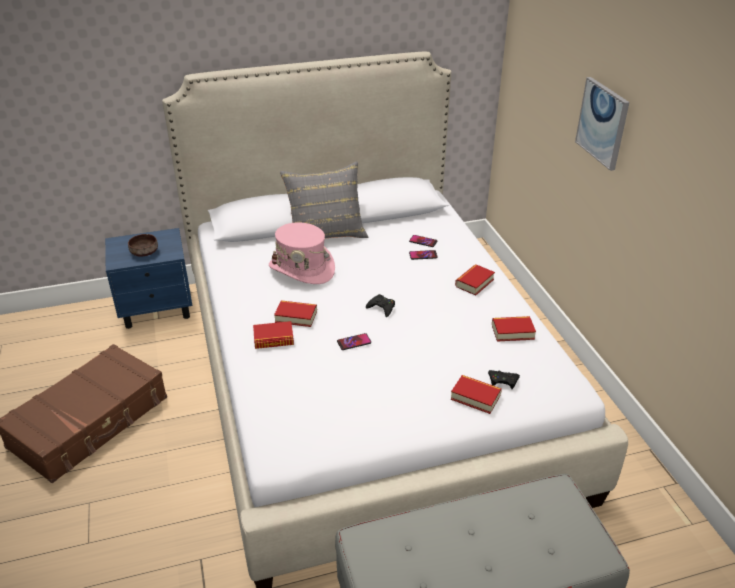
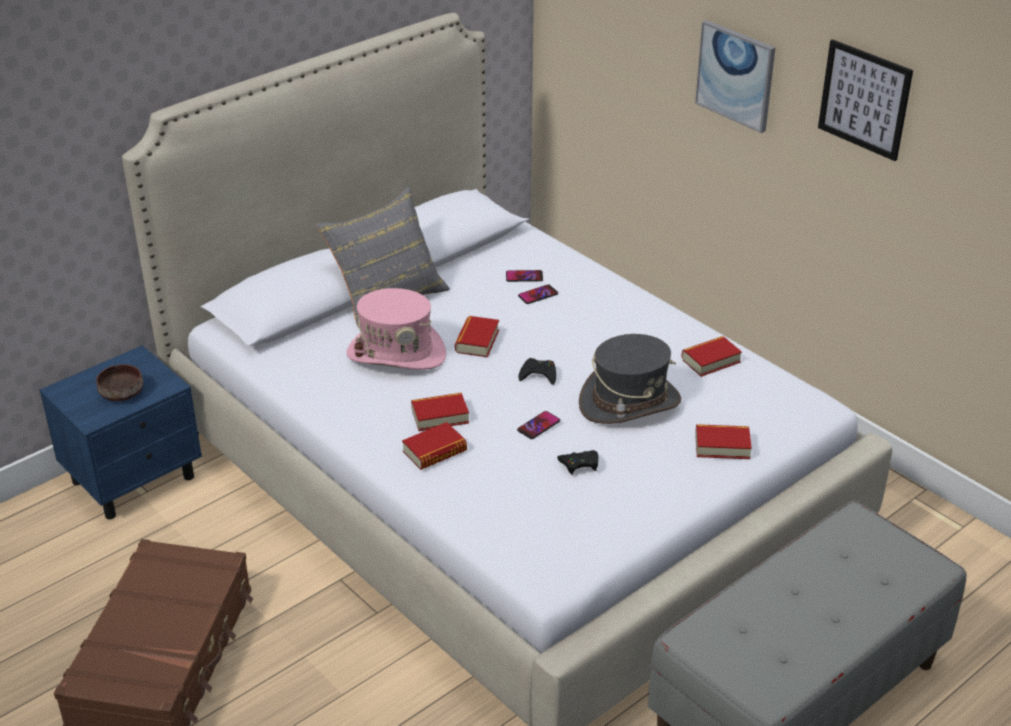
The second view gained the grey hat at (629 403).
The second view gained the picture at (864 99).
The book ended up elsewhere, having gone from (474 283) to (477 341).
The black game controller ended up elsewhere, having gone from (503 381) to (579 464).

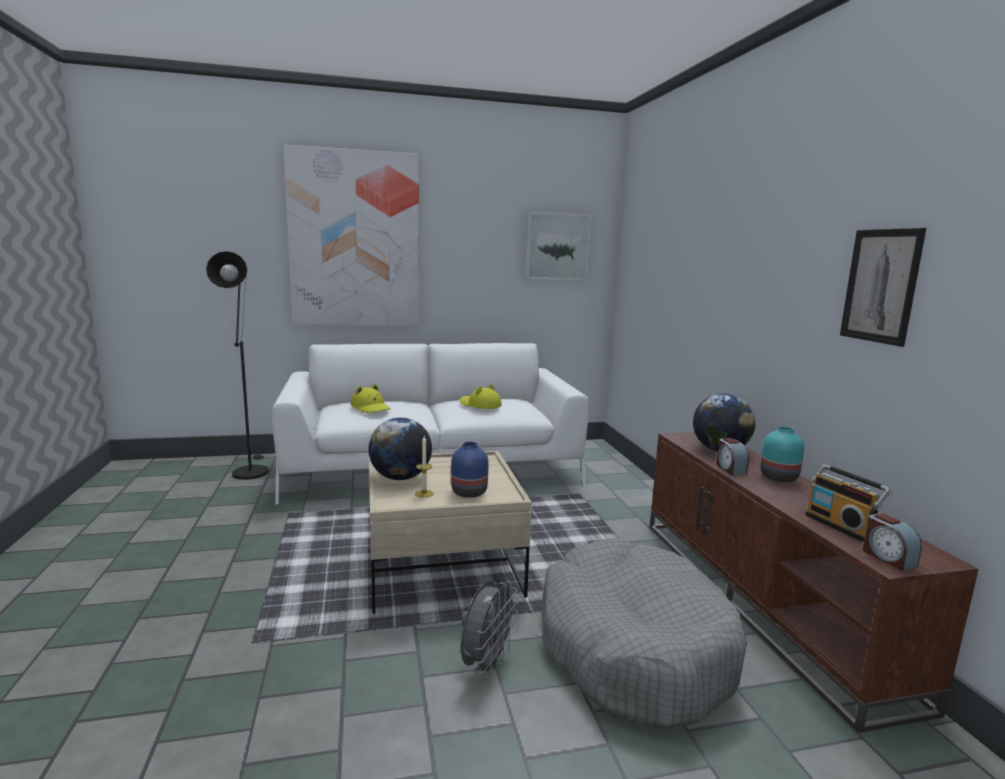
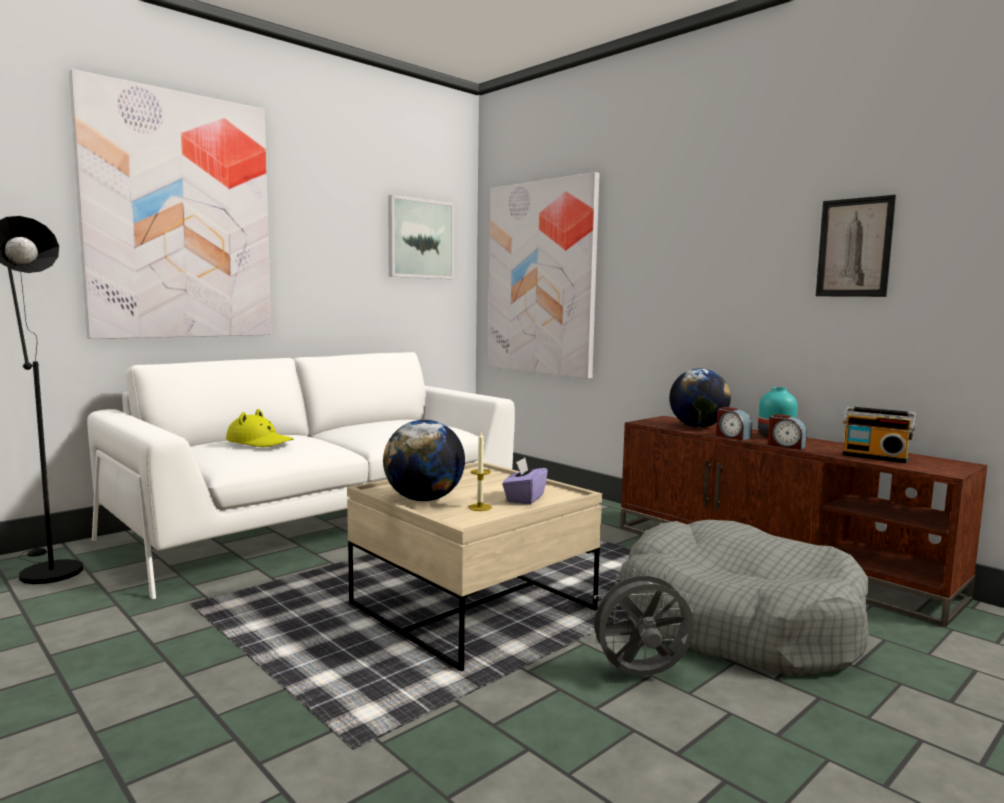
The second view lost the yellow hat at (480 405).
The second view gained the picture at (541 278).
The alarm clock ended up elsewhere, having gone from (887 558) to (785 445).
Where the blue vase stood at (469 493), the purple tissue box came to stand at (524 498).
The grey fan at (486 664) ended up facing another way, 90 degrees counterclockwise from before.

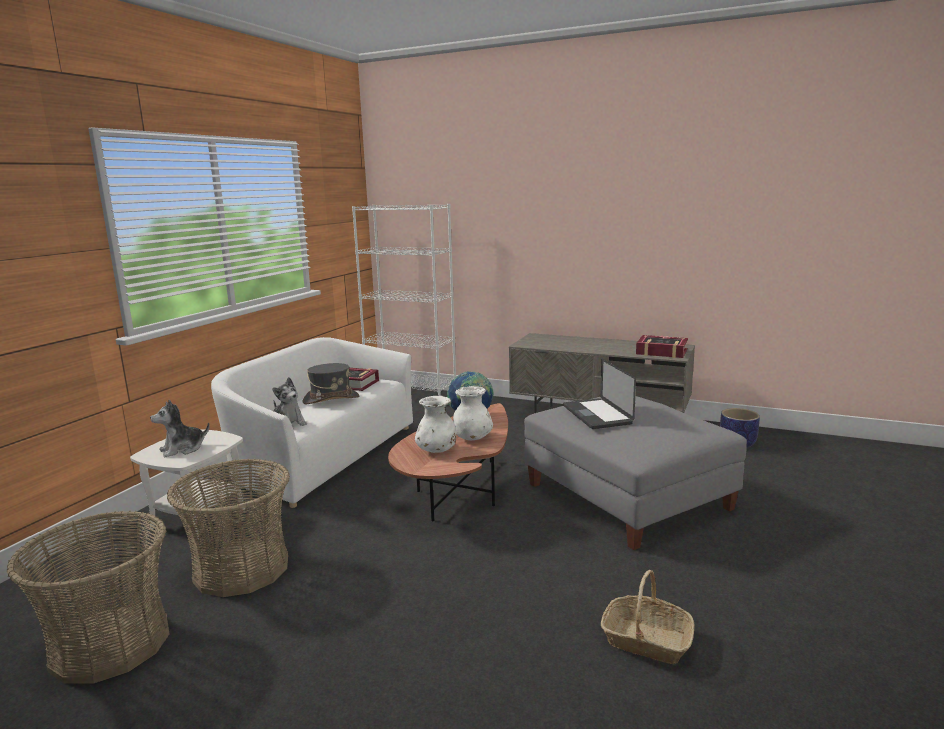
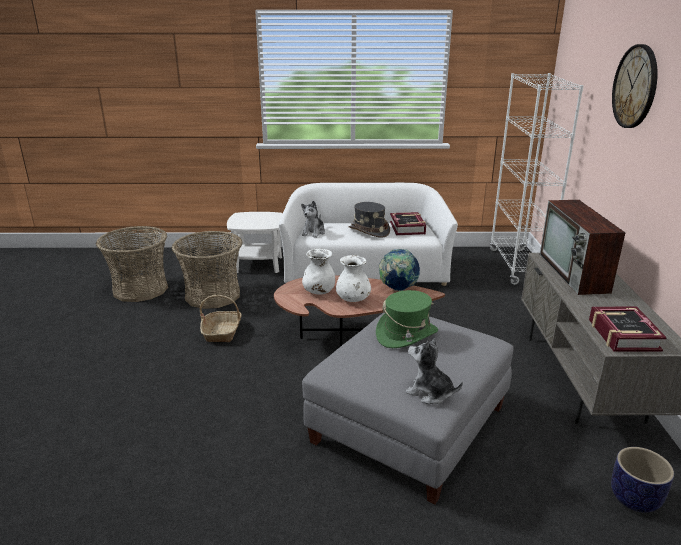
The second view gained the television at (574 273).
The second view gained the wall clock at (635 87).
The plush toy ended up elsewhere, having gone from (182 449) to (430 393).
The basket ended up elsewhere, having gone from (646 640) to (222 332).
Where the laptop stood at (597 415), the green hat came to stand at (406 334).

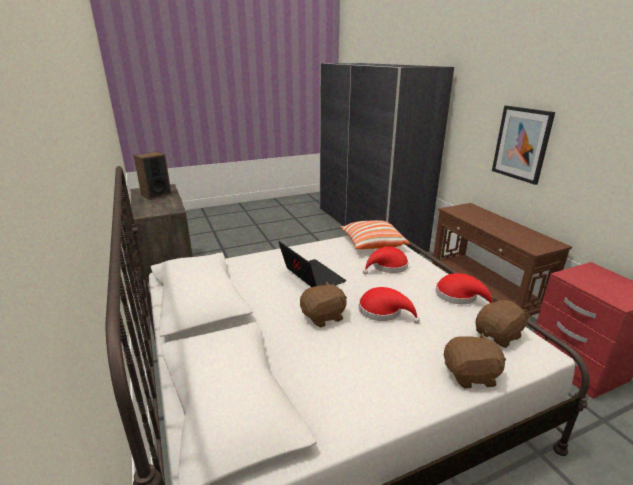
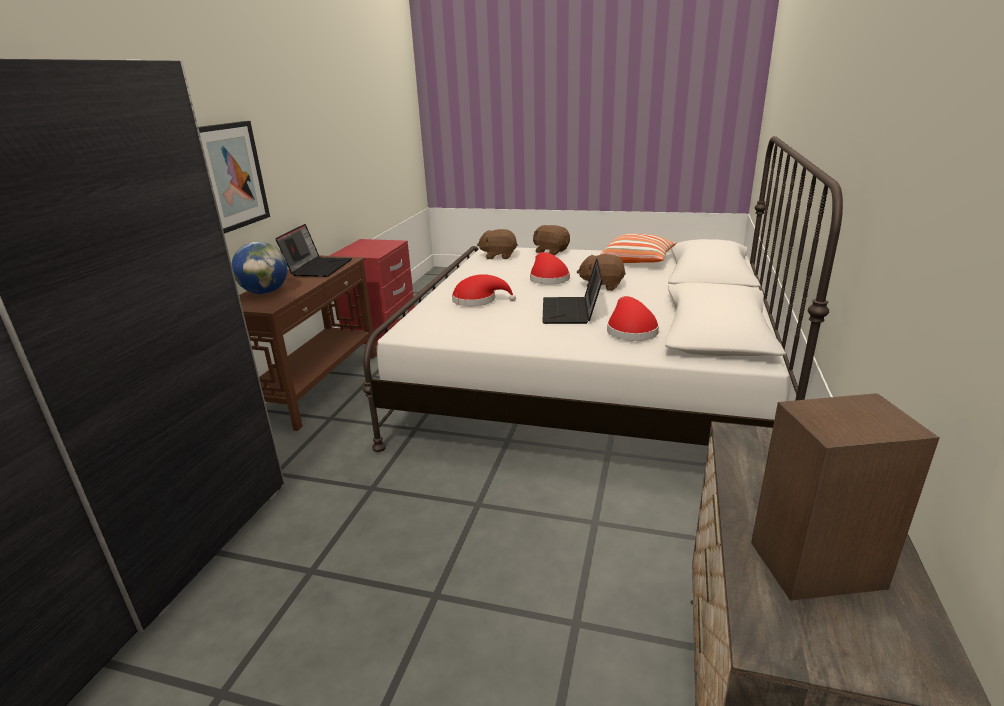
The second view gained the globe at (265 292).
The second view gained the laptop at (318 267).
The pillow ended up elsewhere, having gone from (372 244) to (638 260).
The red hat ended up elsewhere, having gone from (459 296) to (630 330).

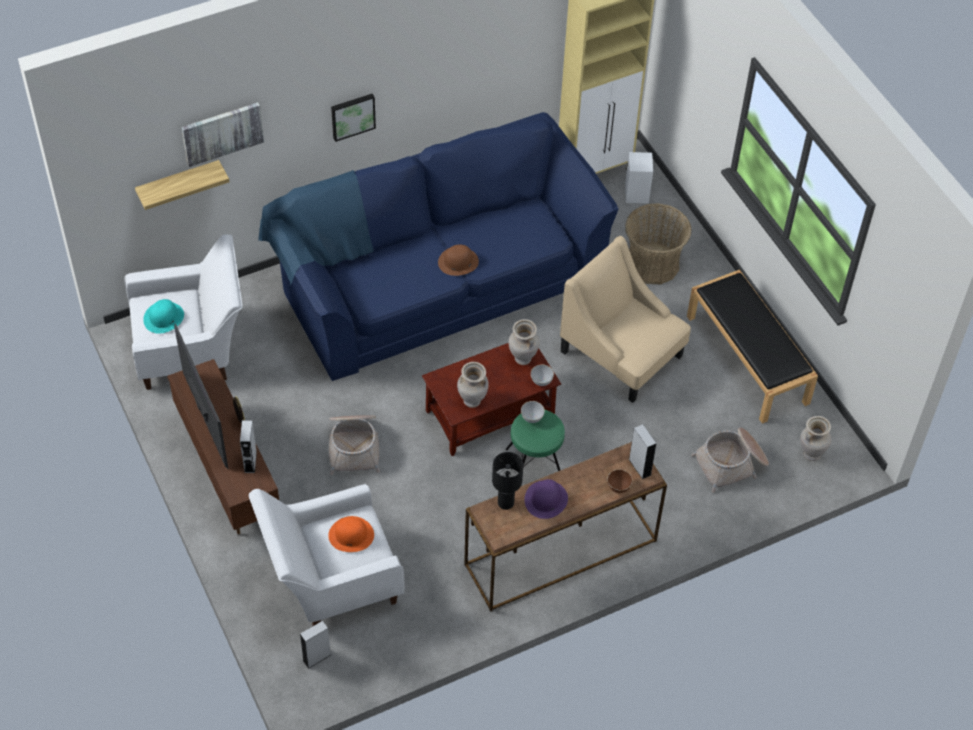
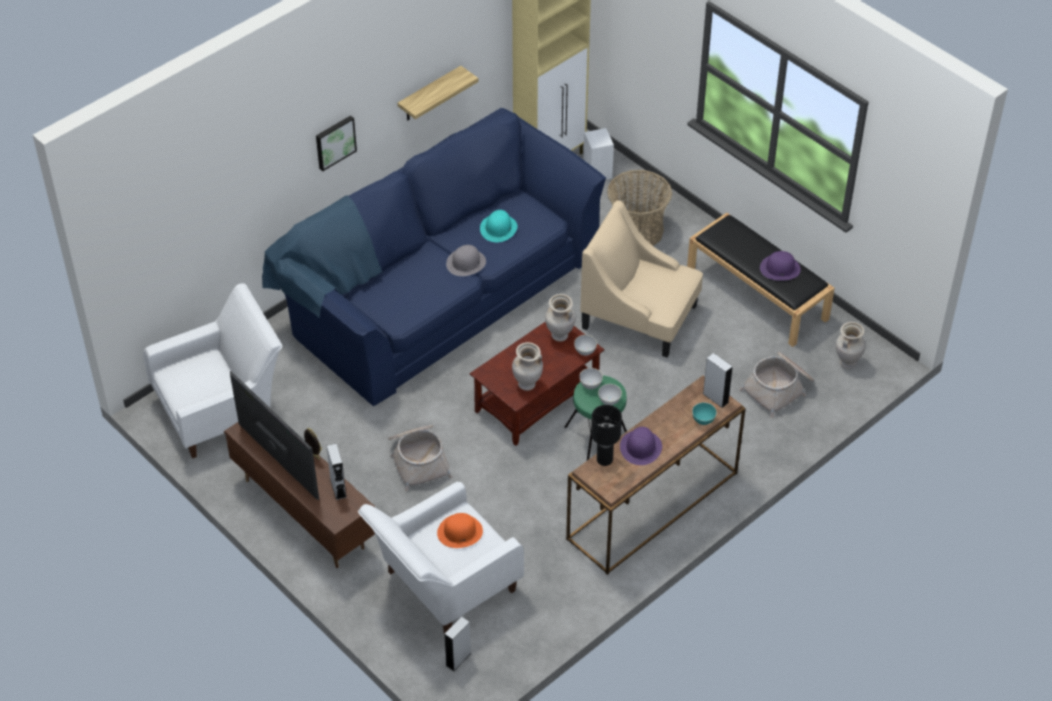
The second view lost the picture at (222 133).
The second view gained the grey bowl at (609 401).
The second view gained the purple hat at (780 268).
The shelf ended up elsewhere, having gone from (178 184) to (429 95).
The turquoise hat ended up elsewhere, having gone from (163 317) to (498 228).
What was the brown hat at (458 262) turned into the grey hat at (466 263).
What was the brown bowl at (618 487) turned into the turquoise bowl at (703 420).

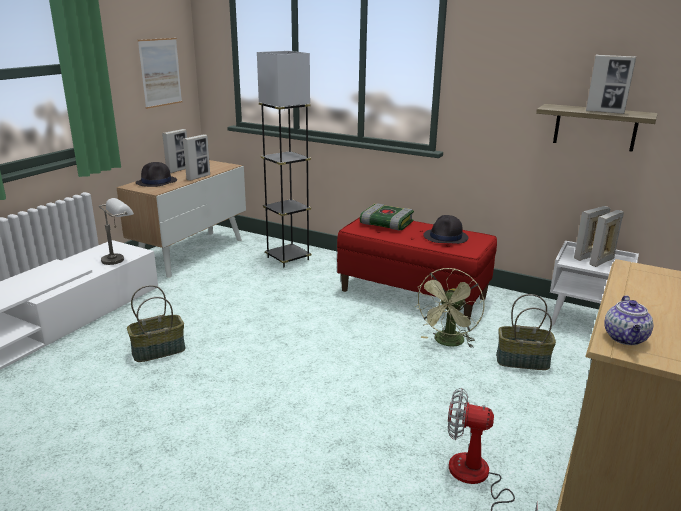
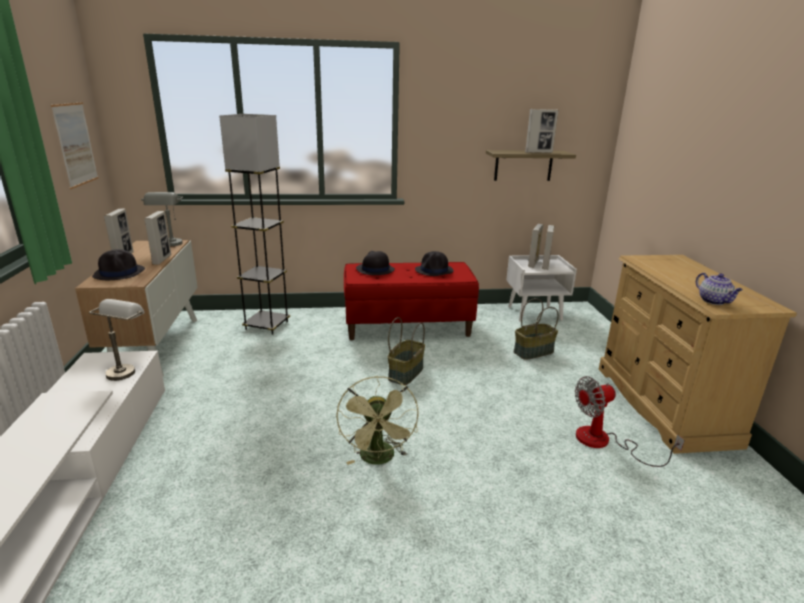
The second view gained the grey table lamp at (171 245).
The basket ended up elsewhere, having gone from (159 350) to (405 373).
The green fan ended up elsewhere, having gone from (448 343) to (379 459).
Where the book stood at (385 223), the black hat came to stand at (375 269).

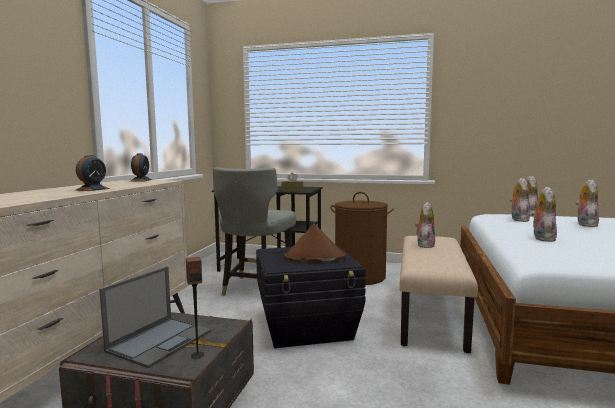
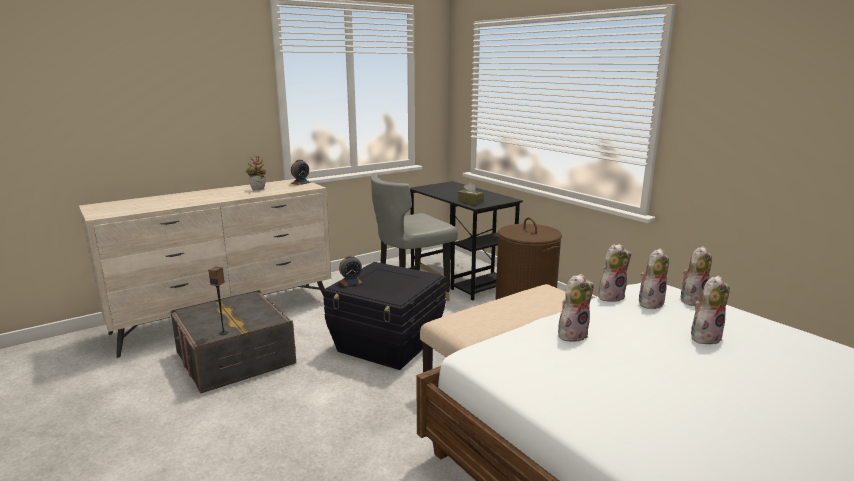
The second view lost the laptop at (160 341).
The second view lost the brown hat at (314 257).
The second view gained the potted plant at (258 190).
The alarm clock ended up elsewhere, having gone from (92 189) to (351 282).
The plush toy ended up elsewhere, having gone from (424 245) to (611 296).

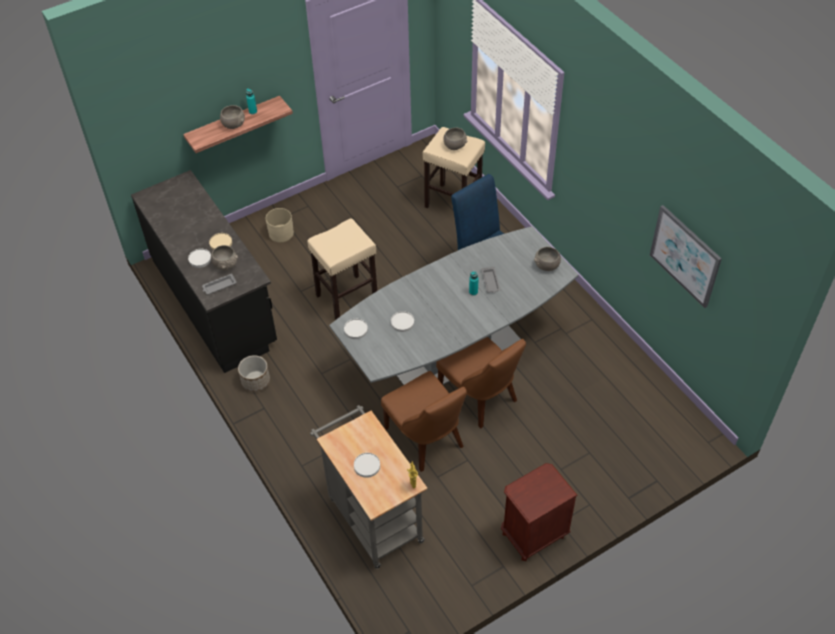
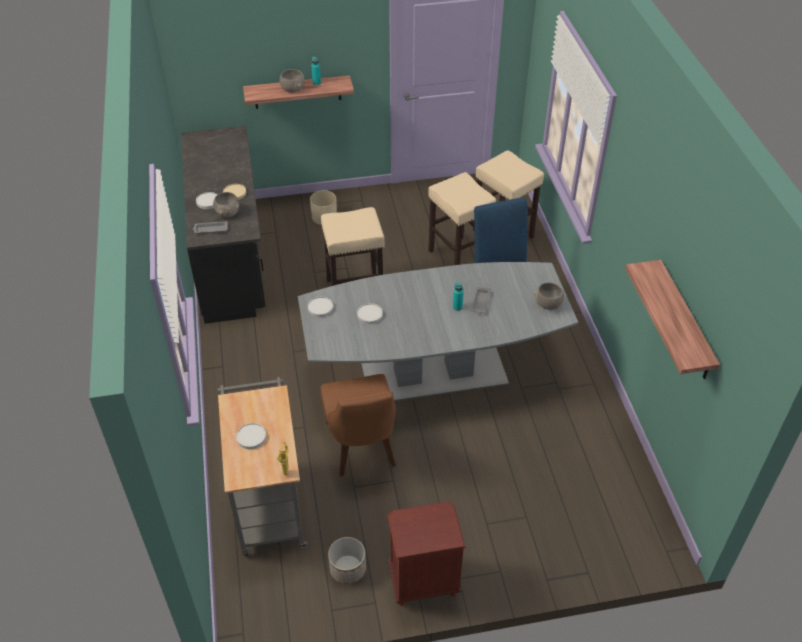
The second view lost the brown chair at (480 397).
The second view lost the grey bowl at (455 145).
The second view gained the beige stool at (457 257).
The planter ended up elsewhere, having gone from (255 381) to (347 569).
Where the picture hung at (685 256), the shelf came to hang at (685 322).

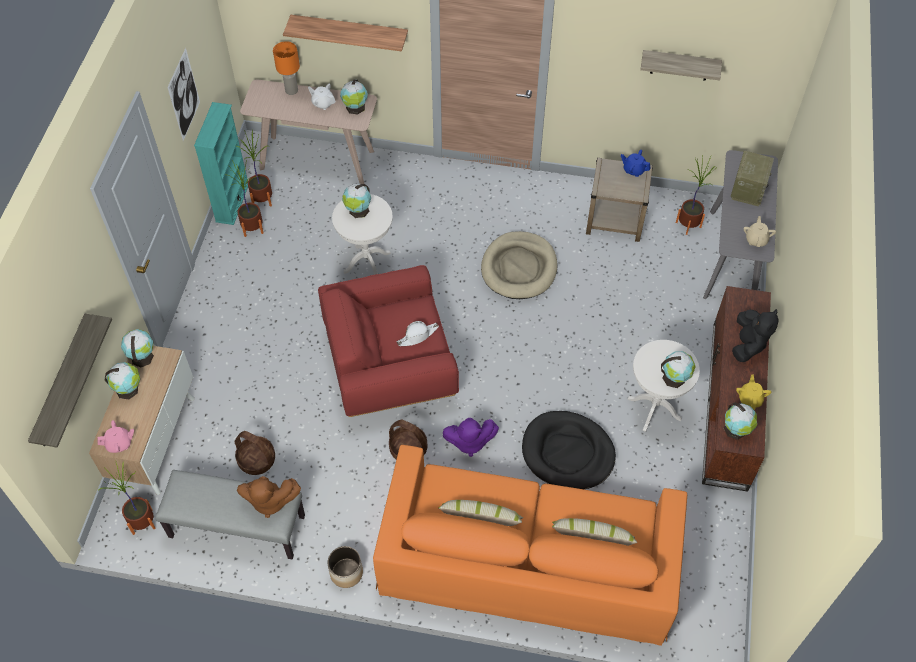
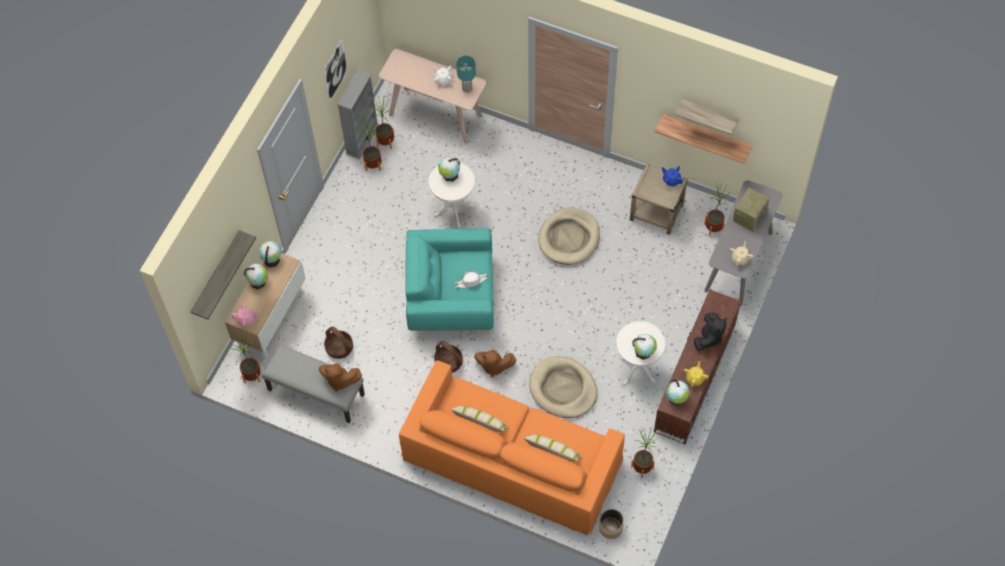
The second view lost the orange table lamp at (291 90).
The second view gained the potted plant at (642 467).
The shelf ended up elsewhere, having gone from (350 32) to (706 135).
The planter ended up elsewhere, having gone from (346 573) to (610 527).
Where the globe stood at (355 108), the turquoise table lamp came to stand at (467 89).
What was the turquoise bookcase at (232 202) turned into the grey bookcase at (362 140).
What was the red armchair at (390 364) turned into the turquoise armchair at (451 295).
What was the purple plush toy at (469 442) turned into the brown plush toy at (494 366).
What was the black dog bed at (567 453) turned into the beige dog bed at (563 389).

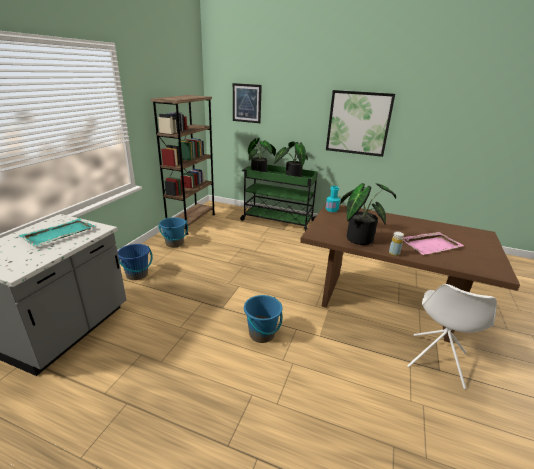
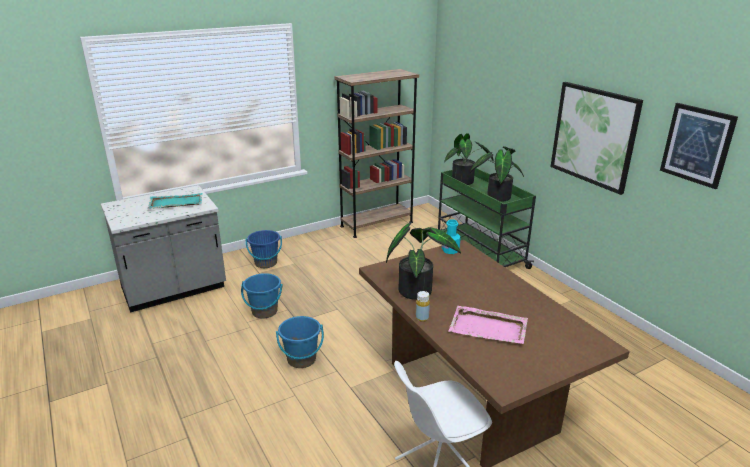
The blue bucket ended up elsewhere, having gone from (174 243) to (264 311).
The picture ended up elsewhere, having gone from (247 103) to (697 145).

